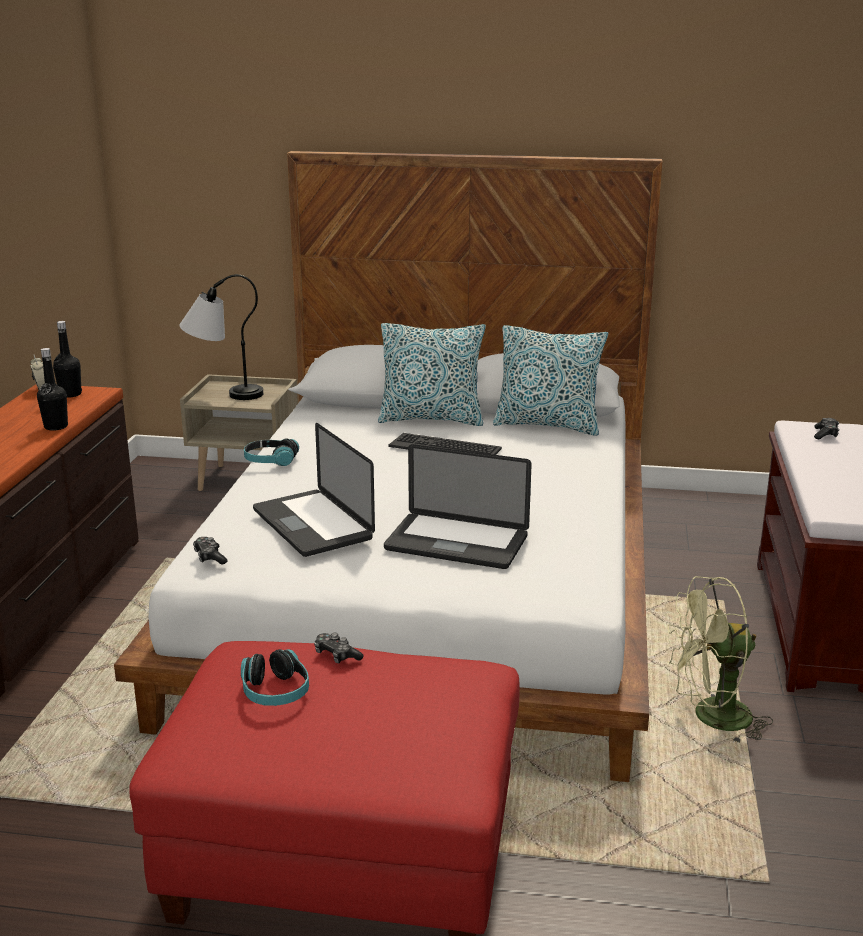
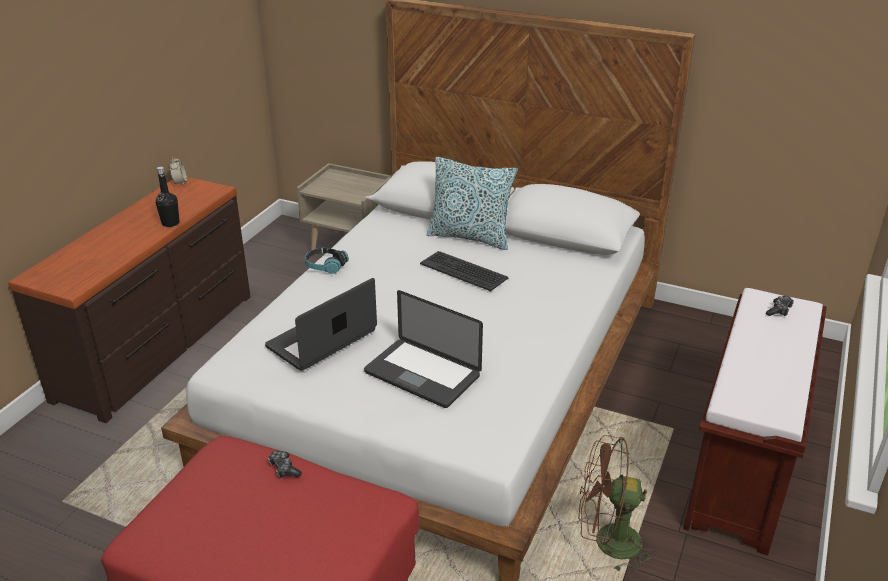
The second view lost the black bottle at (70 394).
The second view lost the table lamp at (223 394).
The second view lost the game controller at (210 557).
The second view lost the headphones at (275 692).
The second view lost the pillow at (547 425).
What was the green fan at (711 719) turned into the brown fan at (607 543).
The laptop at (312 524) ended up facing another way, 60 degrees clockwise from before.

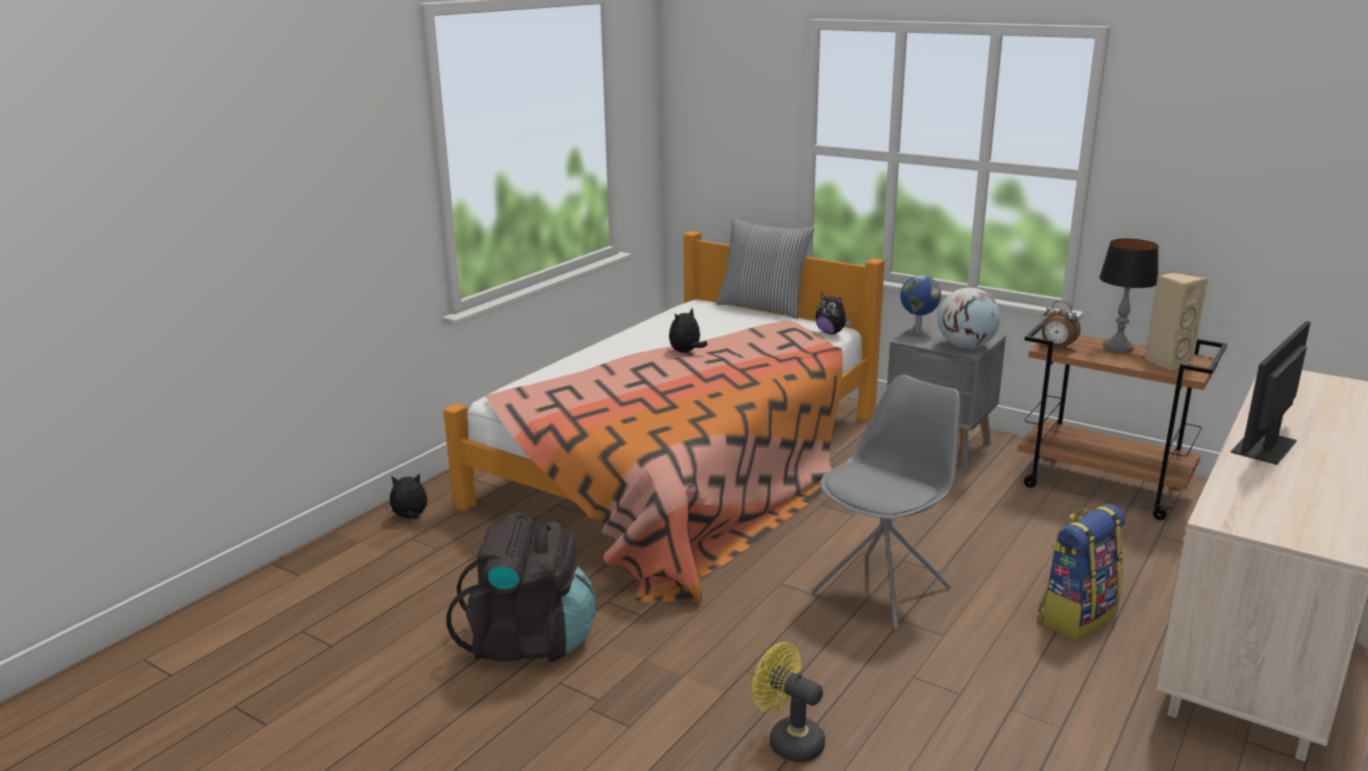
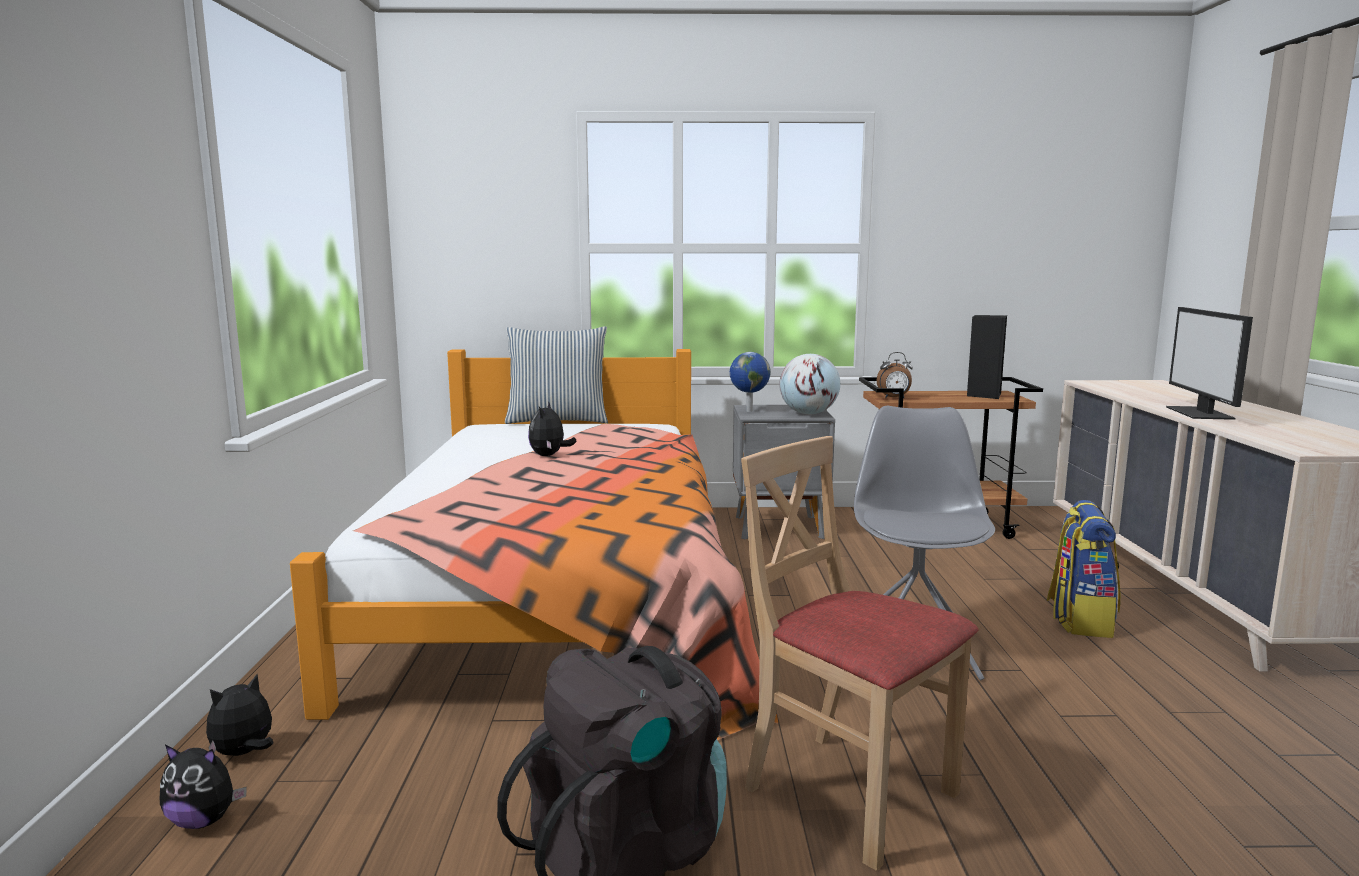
The second view lost the yellow fan at (788 740).
The second view lost the table lamp at (1118 347).
The second view gained the beige chair at (849 793).
The plush toy ended up elsewhere, having gone from (831 333) to (203 821).
What was the beige speaker at (1167 361) turned into the black speaker at (984 395).

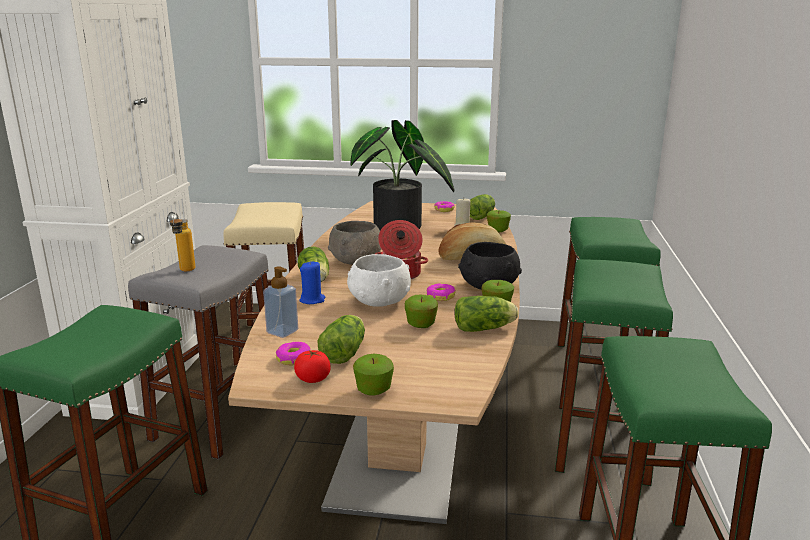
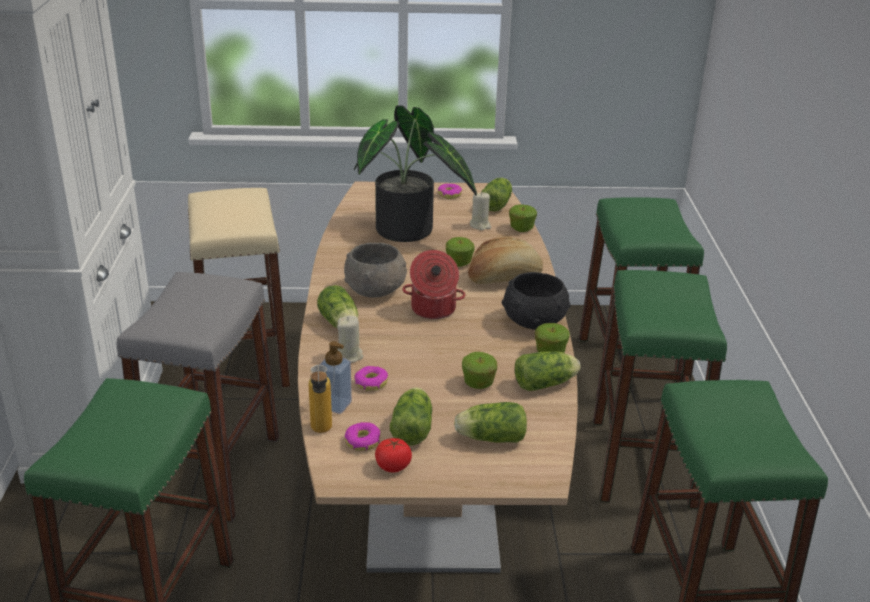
The second view lost the white bowl at (378 301).
The second view gained the lettuce at (489 438).
The bottle ended up elsewhere, having gone from (185 271) to (321 433).
The apple ended up elsewhere, having gone from (373 390) to (459 263).
The donut ended up elsewhere, having gone from (440 296) to (371 383).
What was the blue candle at (312 300) turned into the beige candle at (349 356).

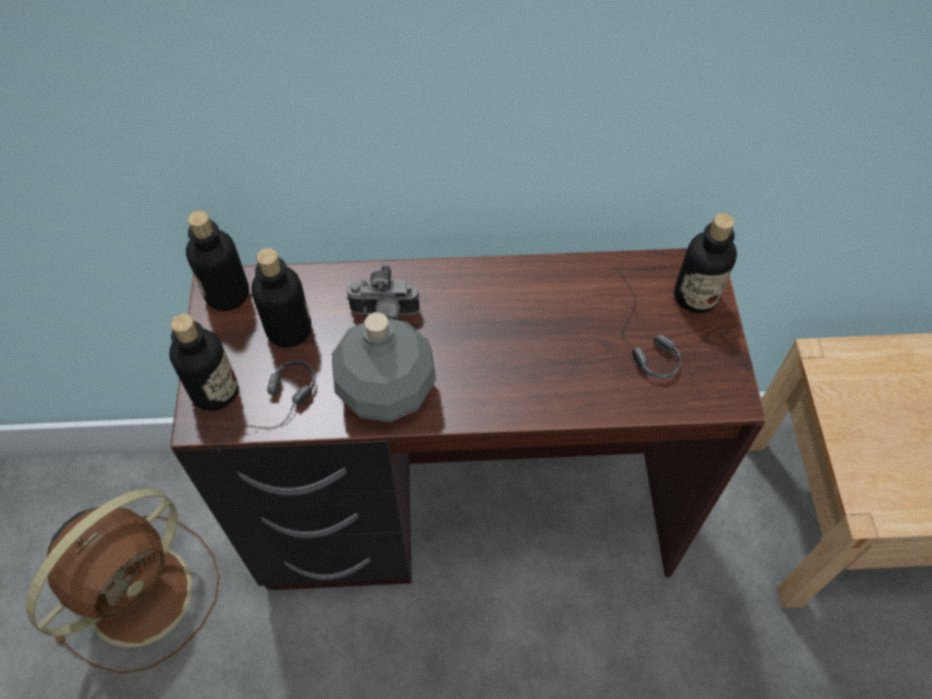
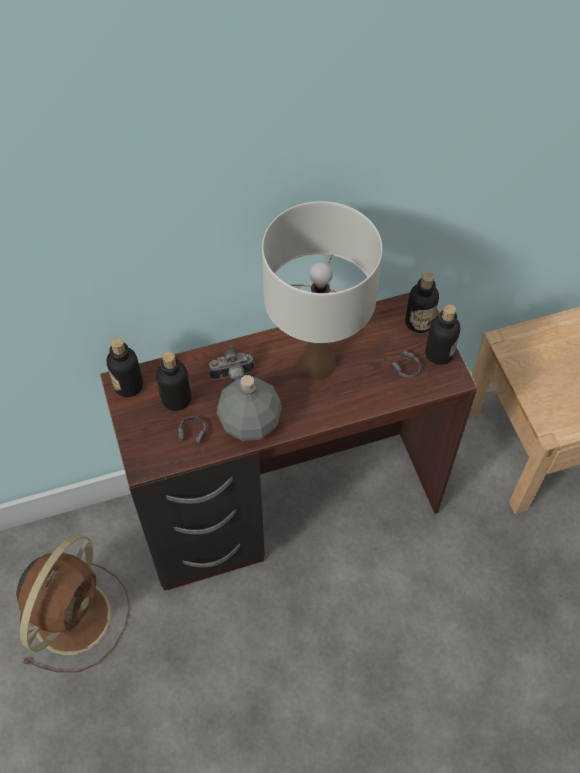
The second view gained the white table lamp at (316 364).
The bottle ended up elsewhere, having gone from (215 391) to (439 353).

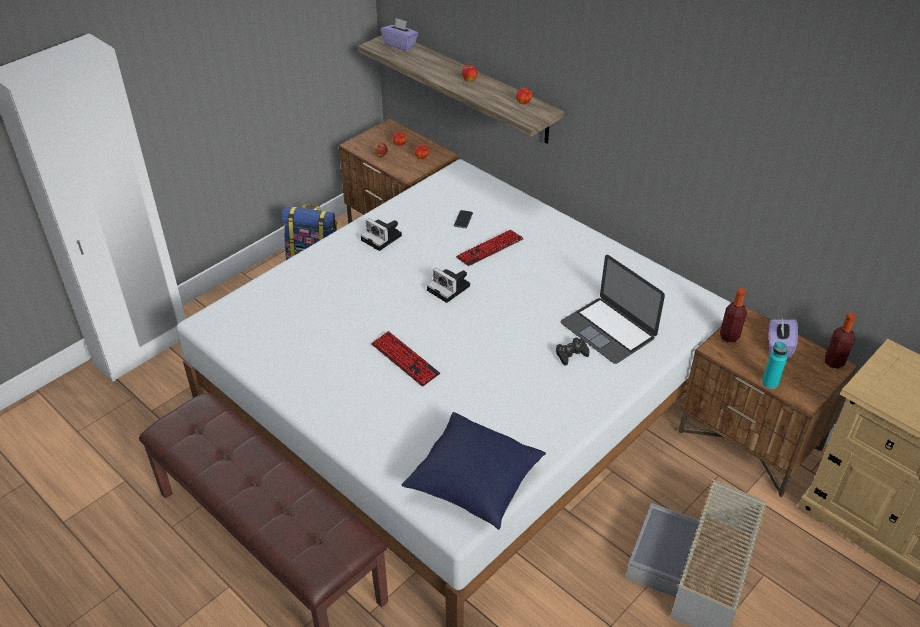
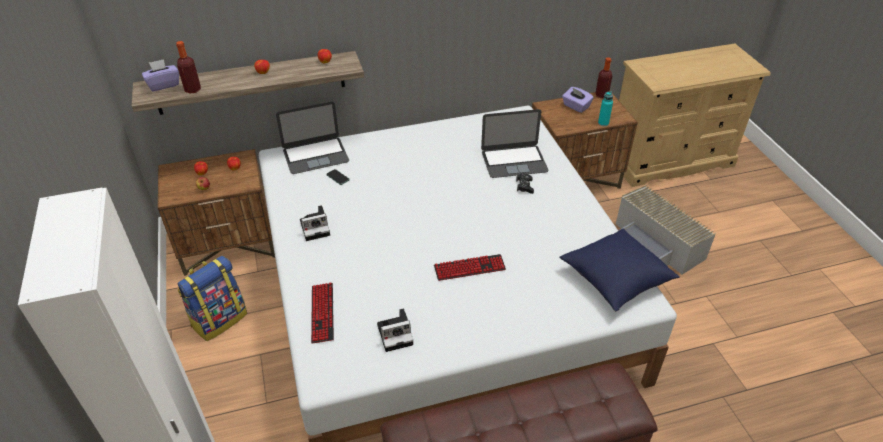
The second view gained the laptop at (315 155).
The photo camera ended up elsewhere, having gone from (450 288) to (396 334).
The keyboard ended up elsewhere, having gone from (490 249) to (322 313).
The bottle ended up elsewhere, having gone from (729 337) to (193 89).

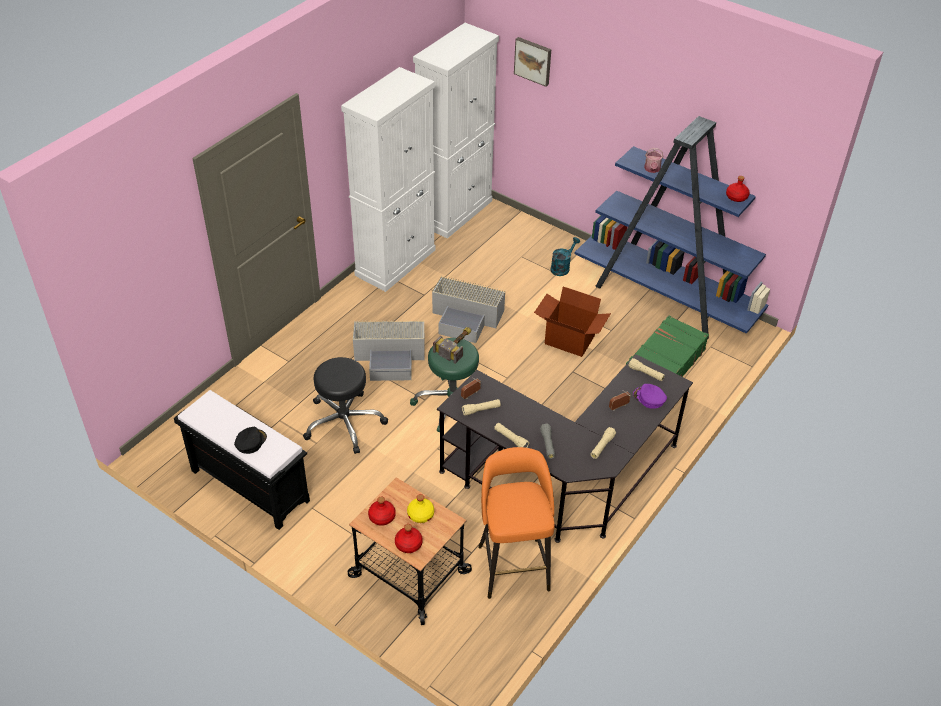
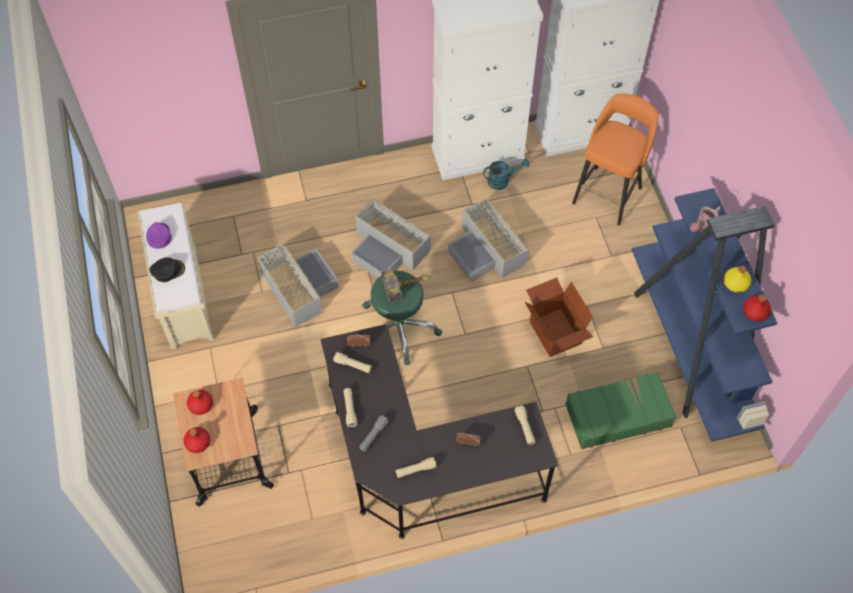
The second view lost the picture at (533 60).
The yellow bottle ended up elsewhere, having gone from (421 514) to (736 283).
The orange stool ended up elsewhere, having gone from (513 565) to (608 194).
The turquoise watering can ended up elsewhere, having gone from (562 267) to (502 180).
The purple cap ended up elsewhere, having gone from (649 398) to (159 236).
Where the black stool stood at (344 422), the grey storage box came to stand at (298 287).
What was the black bench at (248 485) turned into the beige bench at (183 295).

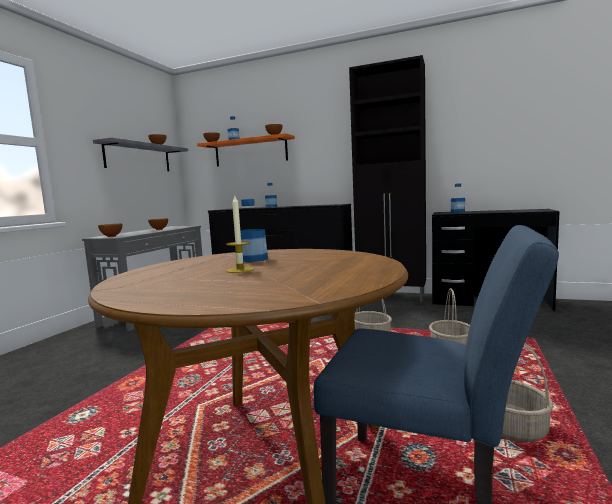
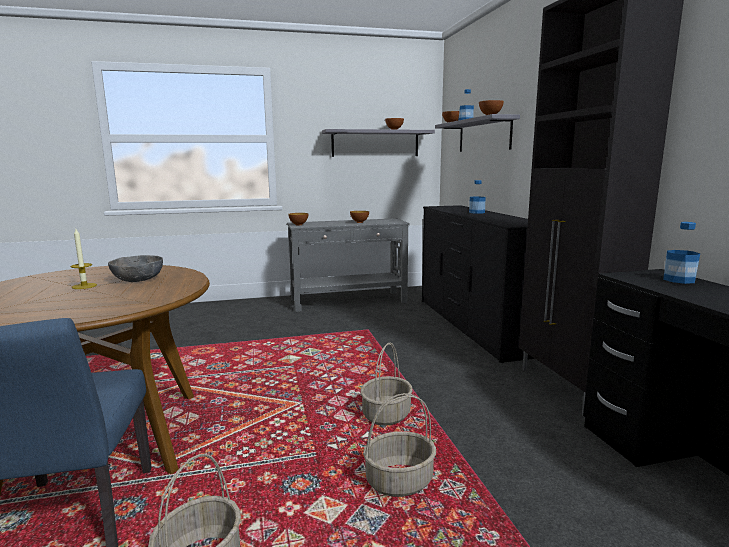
Where the bottle stood at (253 259), the grey bowl came to stand at (138 279).
What was the orange shelf at (250 152) turned into the grey shelf at (484 135).

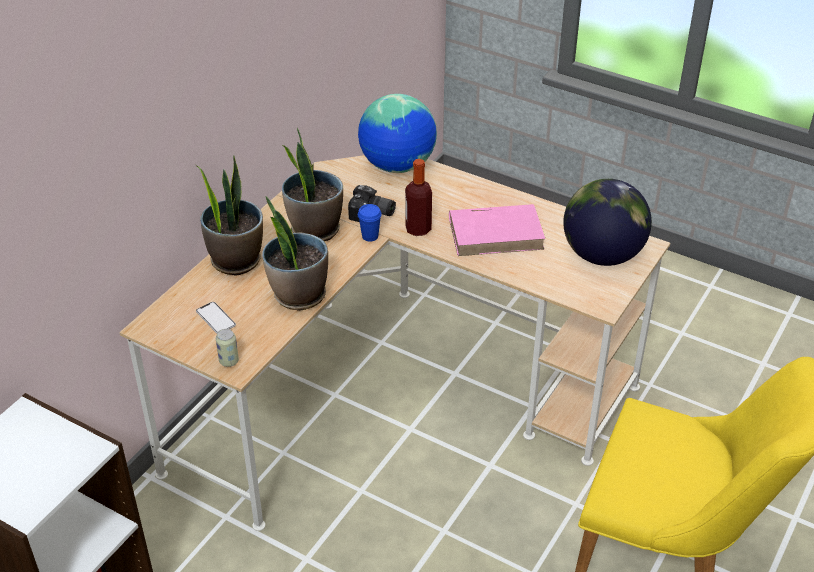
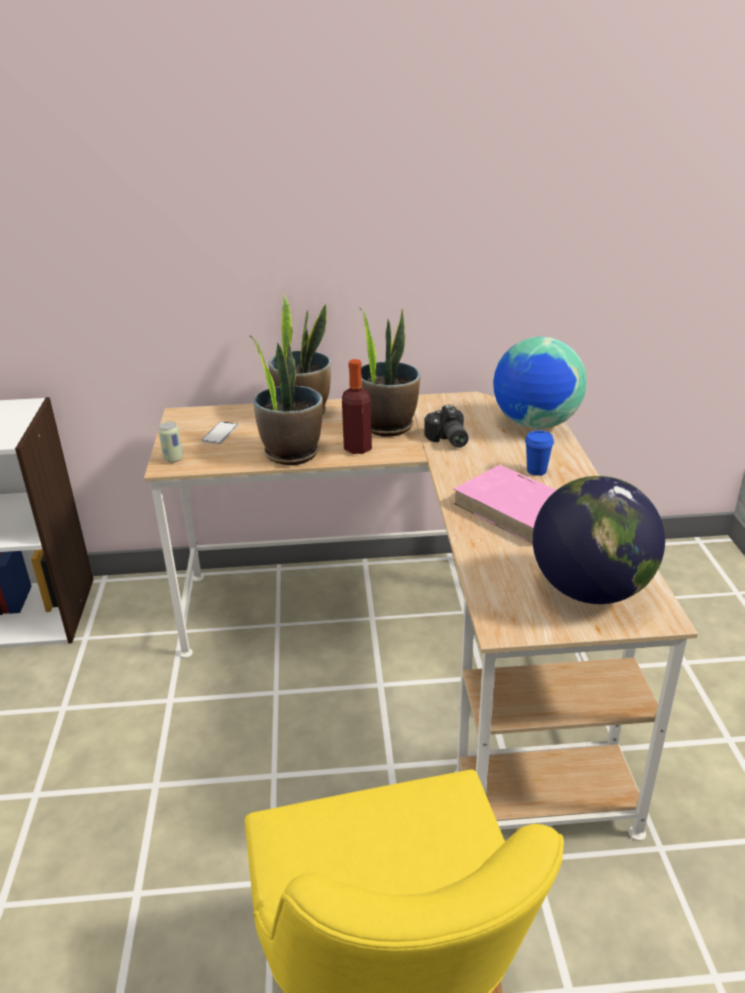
The blue cup ended up elsewhere, having gone from (370 236) to (536 471).
The bottle ended up elsewhere, having gone from (418 229) to (357 448).

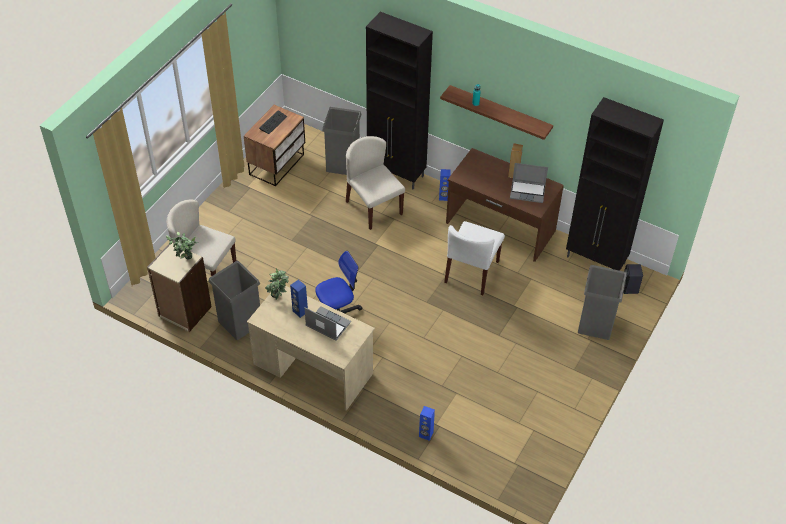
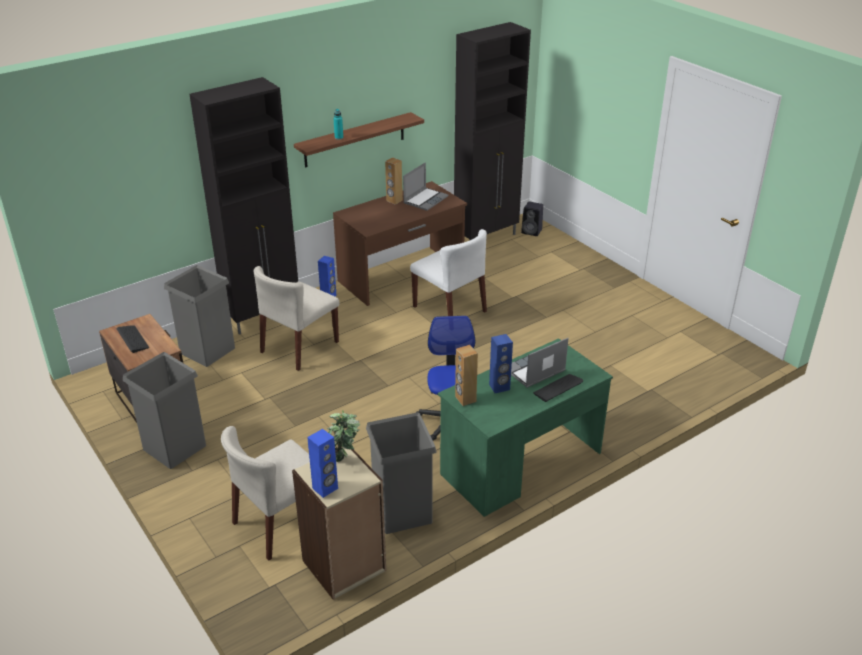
The second view gained the keyboard at (557 388).
The blue speaker ended up elsewhere, having gone from (426 434) to (325 488).
The grey trash can ended up elsewhere, having gone from (595 324) to (174 447).
Where the potted plant stood at (279 298), the brown speaker came to stand at (465 399).
What was the beige desk at (313 369) turned into the green desk at (521 464).
The beige chair at (373 207) ended up facing another way, 45 degrees counterclockwise from before.

